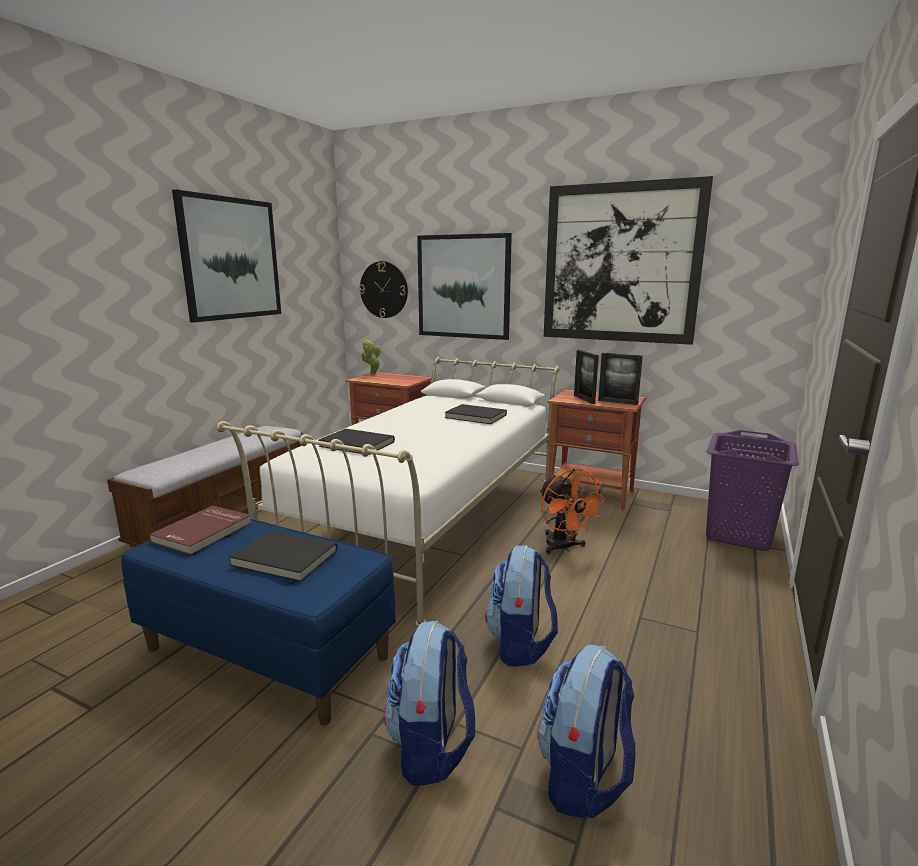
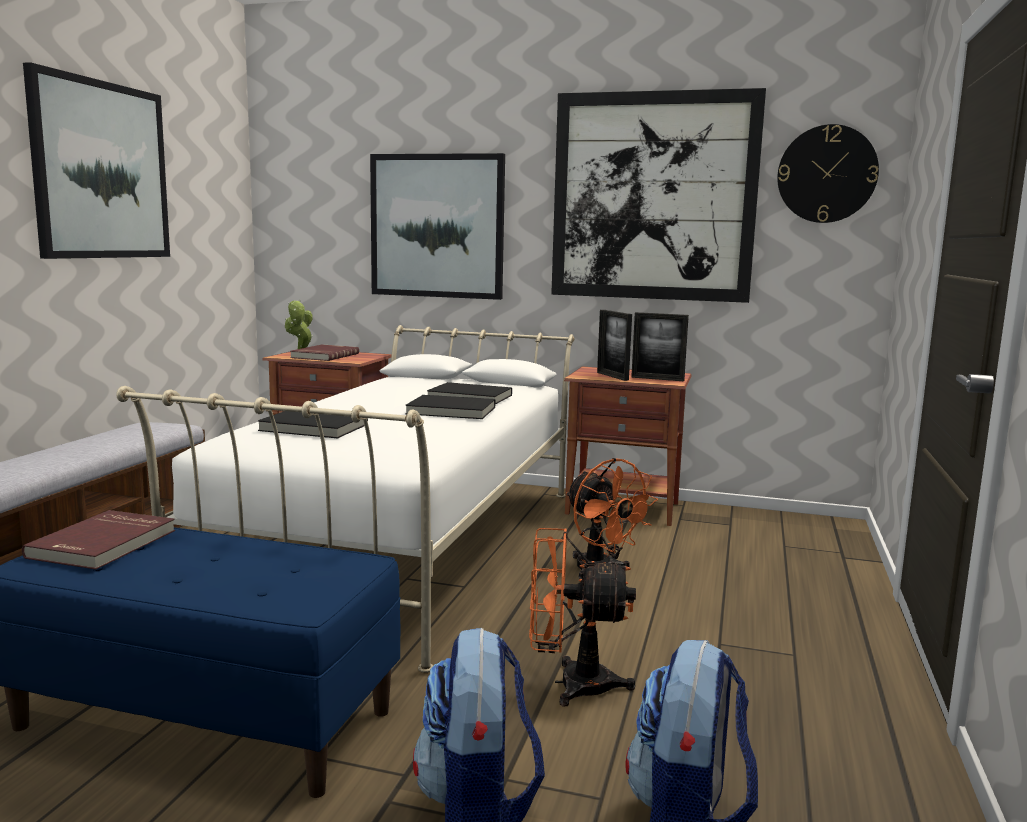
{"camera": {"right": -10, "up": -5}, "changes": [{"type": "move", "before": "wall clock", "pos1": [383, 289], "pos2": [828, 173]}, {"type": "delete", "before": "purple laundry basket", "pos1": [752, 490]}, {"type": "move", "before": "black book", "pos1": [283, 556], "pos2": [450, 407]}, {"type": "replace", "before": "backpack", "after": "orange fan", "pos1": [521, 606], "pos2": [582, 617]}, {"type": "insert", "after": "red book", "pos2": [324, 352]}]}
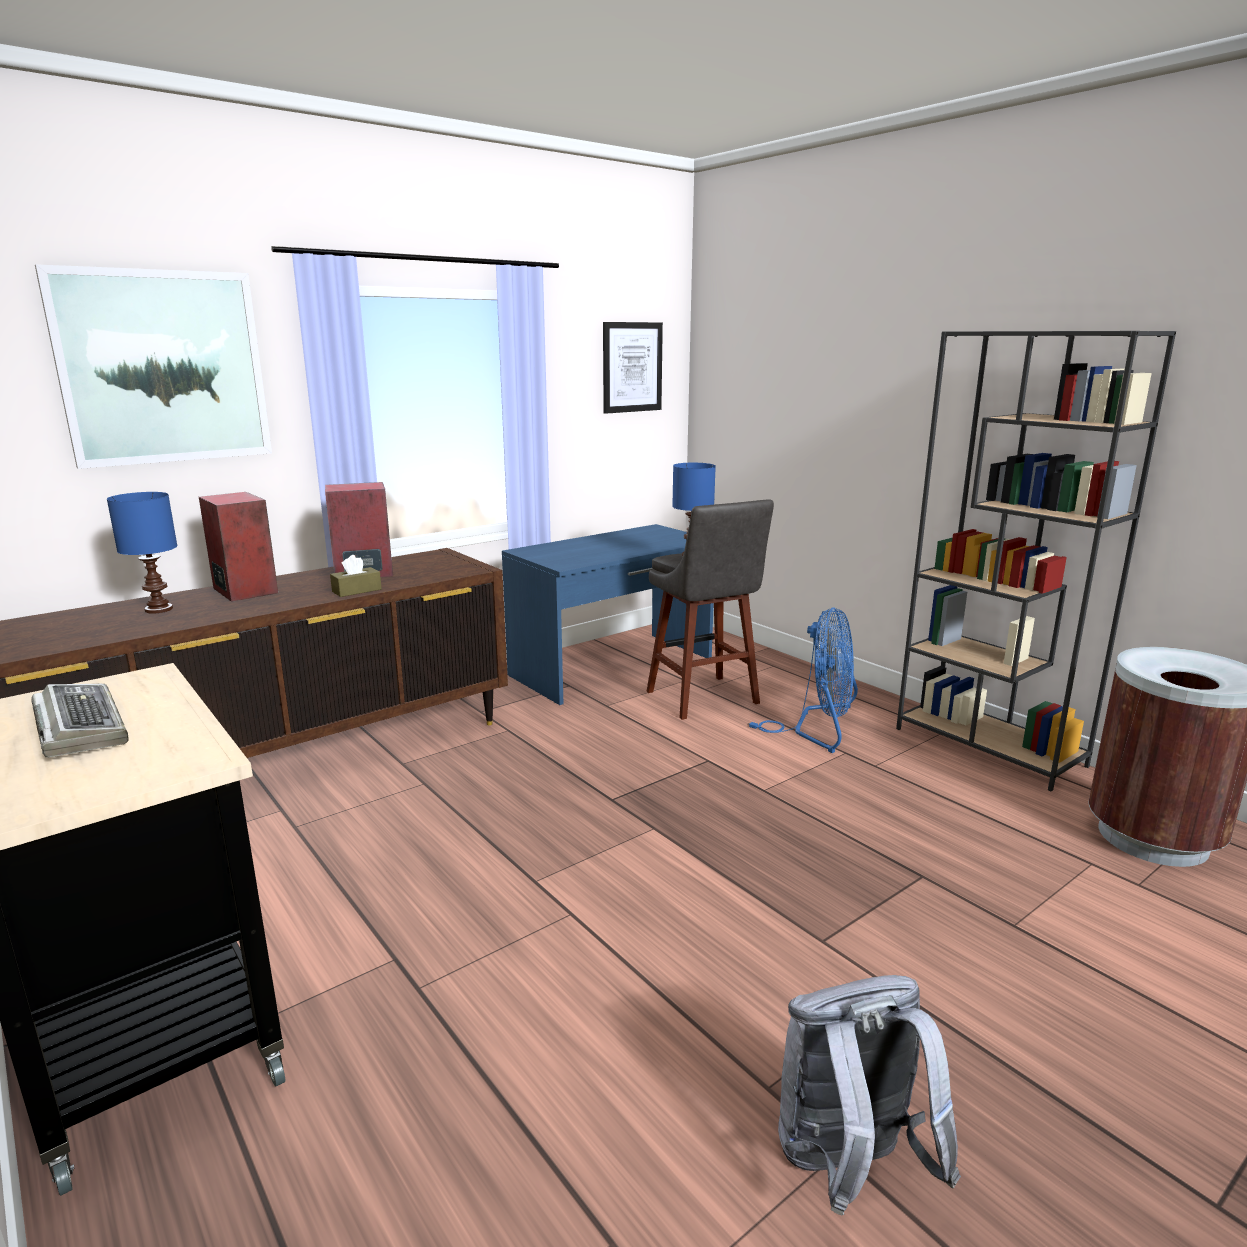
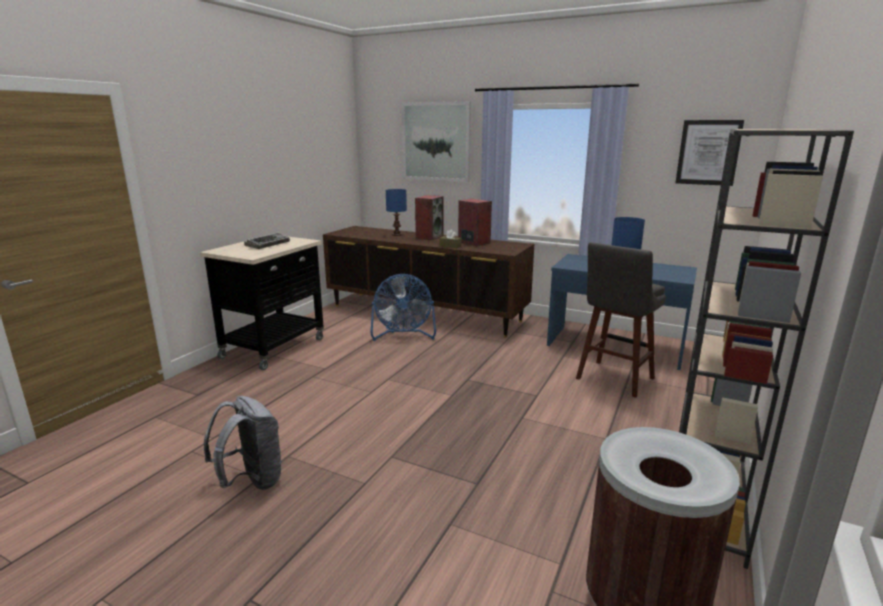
{"camera": {"right": 65, "up": 0}, "changes": [{"type": "move", "before": "blue fan", "pos1": [803, 680], "pos2": [403, 307]}]}
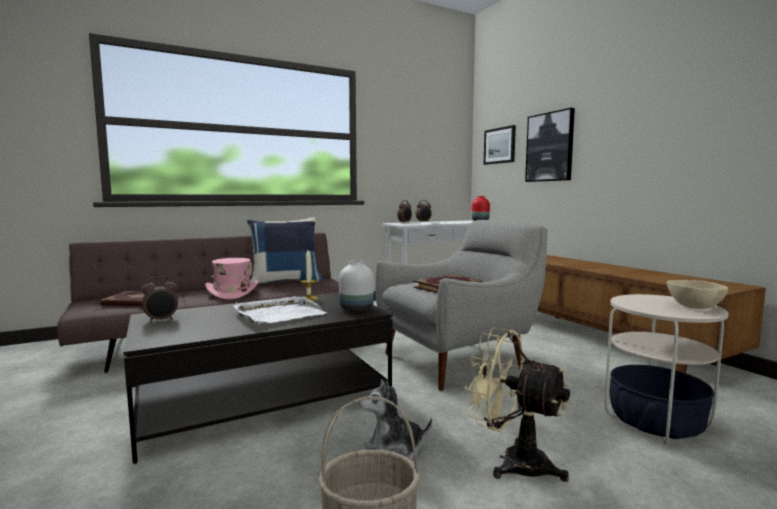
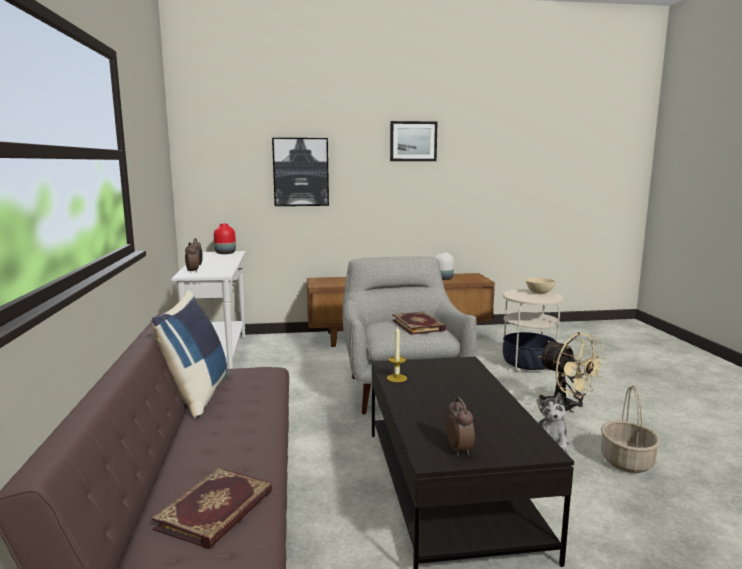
{"camera": {"right": -70, "up": 5}, "changes": [{"type": "move", "before": "picture", "pos1": [500, 145], "pos2": [414, 141]}, {"type": "delete", "before": "pink hat", "pos1": [231, 279]}, {"type": "move", "before": "white vase", "pos1": [356, 286], "pos2": [444, 265]}, {"type": "delete", "before": "white tray", "pos1": [280, 310]}, {"type": "rotate", "before": "beige fan", "pos1": [517, 405], "pos2": [572, 372], "turn": -90}]}
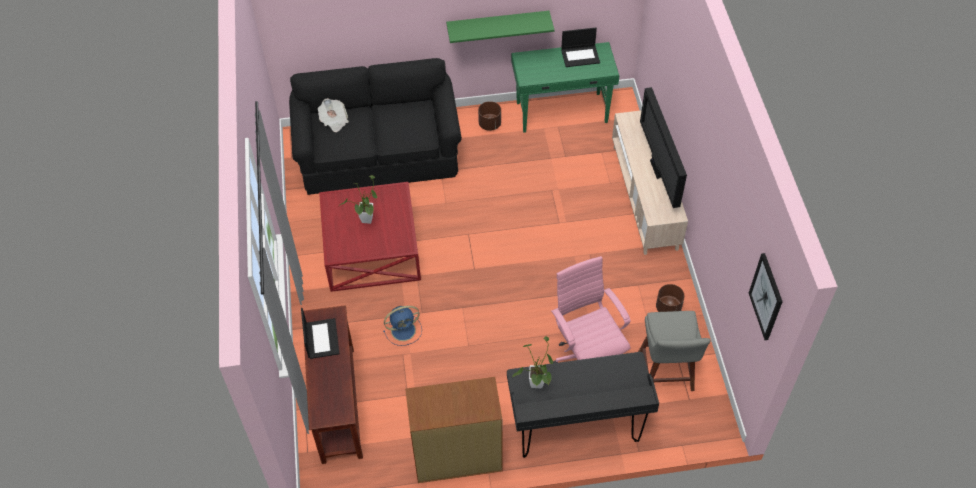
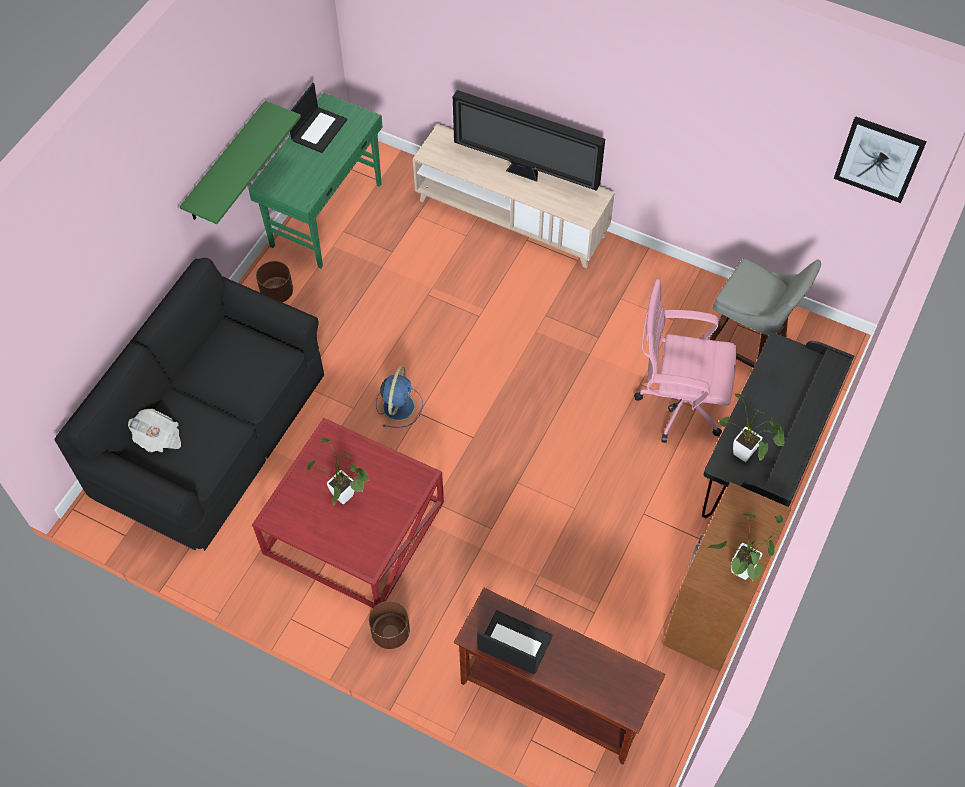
{"camera": {"right": -55, "up": 5}, "changes": [{"type": "move", "before": "brown planter", "pos1": [670, 298], "pos2": [389, 625]}, {"type": "move", "before": "blue fan", "pos1": [402, 326], "pos2": [399, 397]}, {"type": "insert", "after": "potted plant", "pos2": [745, 547]}]}
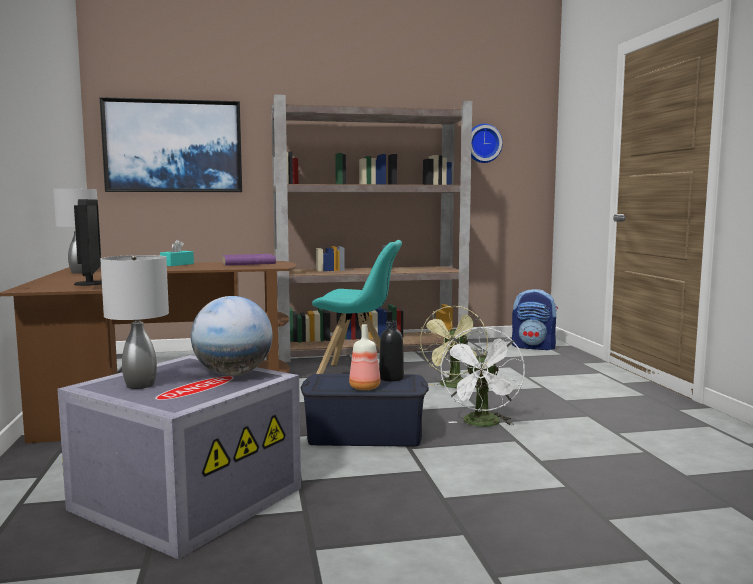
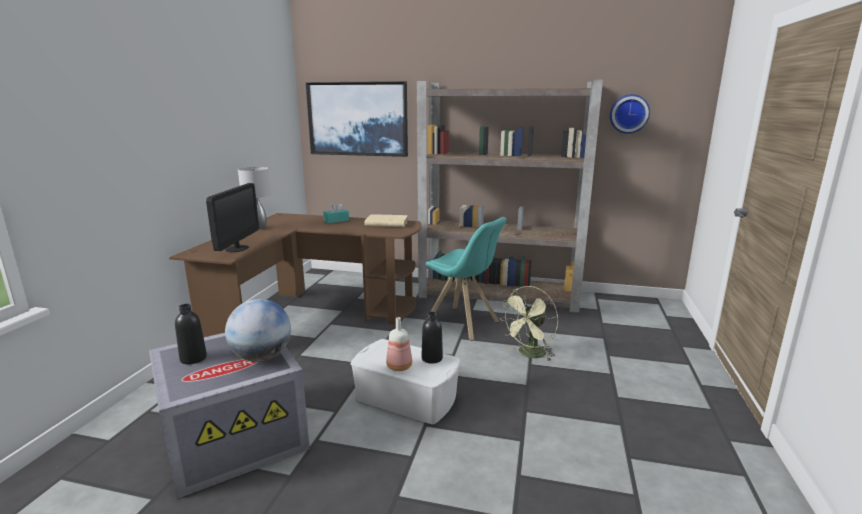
{"camera": {"right": 25, "up": 10}, "changes": [{"type": "recolor", "before": "purple book", "after": "beige book", "pos1": [249, 260], "pos2": [386, 220]}, {"type": "replace", "before": "grey table lamp", "after": "black bottle", "pos1": [134, 322], "pos2": [191, 334]}, {"type": "delete", "before": "backpack", "pos1": [535, 319]}, {"type": "delete", "before": "white fan", "pos1": [483, 376]}, {"type": "recolor", "before": "blue storage box", "after": "white storage box", "pos1": [365, 410], "pos2": [405, 381]}]}
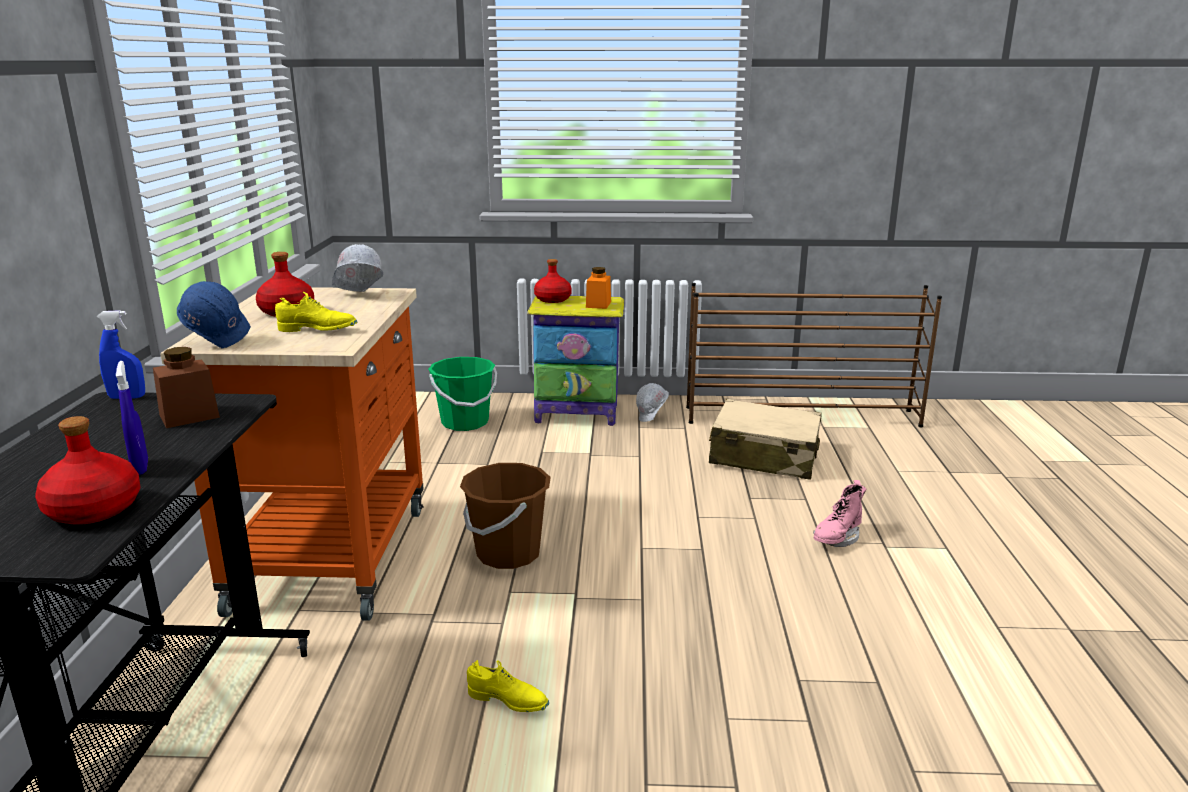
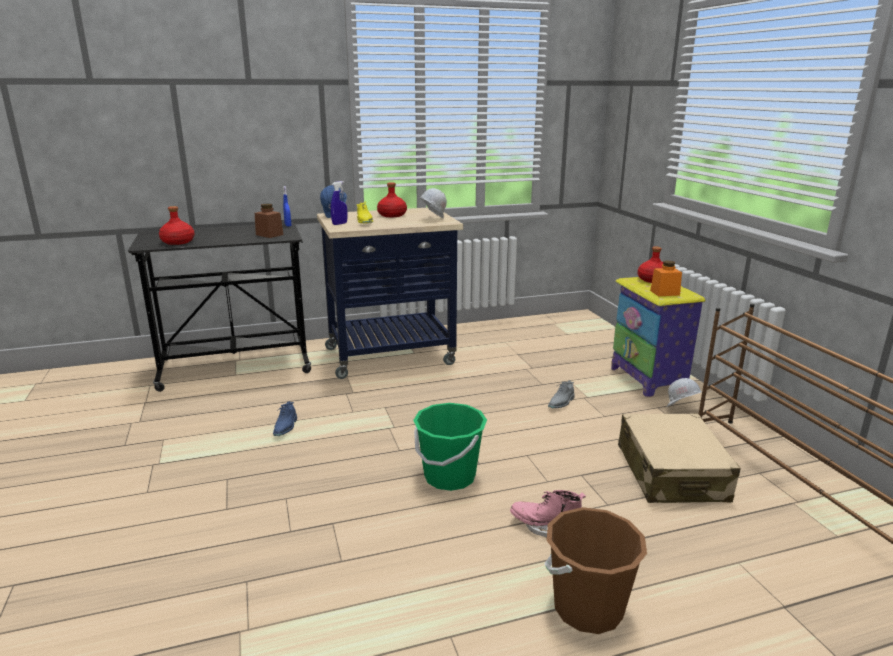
{"camera": {"right": 70, "up": 0}, "changes": [{"type": "recolor", "before": "orange cart", "after": "blue cart", "pos1": [292, 454], "pos2": [390, 293]}, {"type": "move", "before": "green bucket", "pos1": [462, 394], "pos2": [450, 447]}, {"type": "move", "before": "blue spray bottle", "pos1": [132, 418], "pos2": [339, 203]}, {"type": "move", "before": "brown bucket", "pos1": [505, 516], "pos2": [595, 570]}, {"type": "recolor", "before": "yellow shoe", "after": "blue shoe", "pos1": [508, 686], "pos2": [285, 418]}, {"type": "insert", "after": "grey shoe", "pos2": [561, 394]}]}
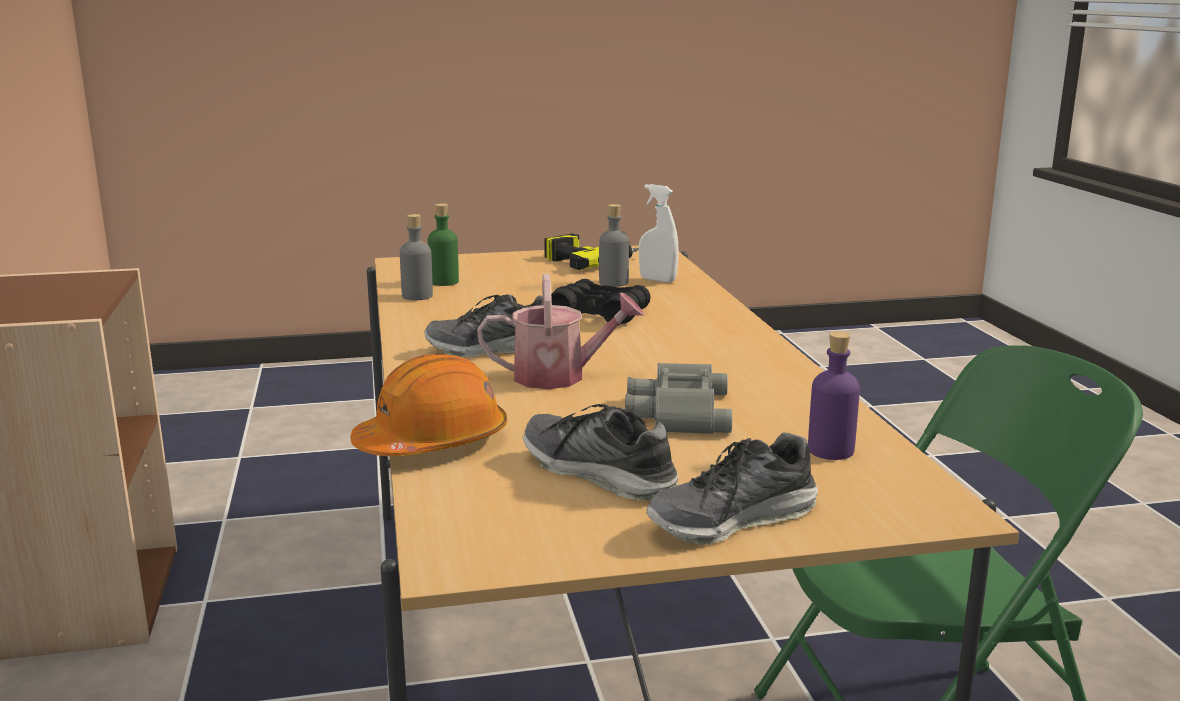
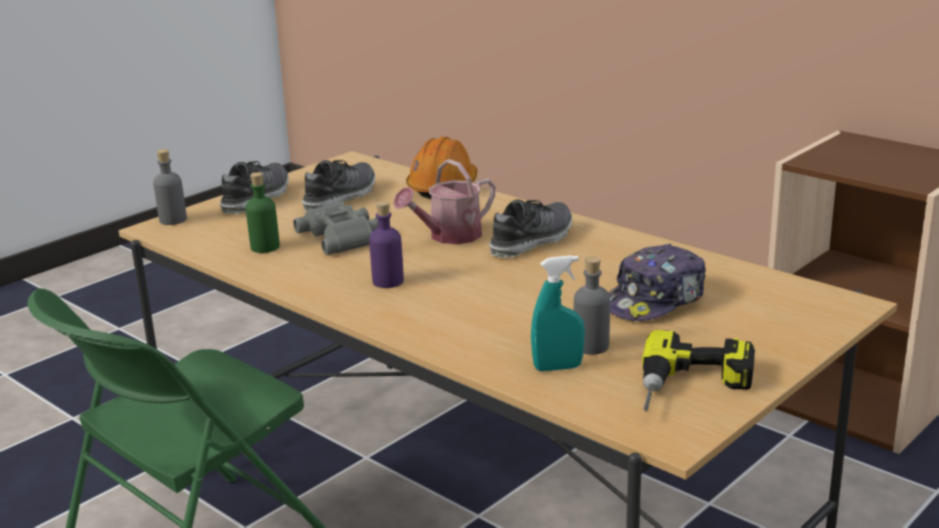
{"camera": {"right": 145, "up": 5}, "changes": [{"type": "recolor", "before": "white spray bottle", "after": "turquoise spray bottle", "pos1": [659, 233], "pos2": [558, 313]}, {"type": "move", "before": "green bottle", "pos1": [443, 245], "pos2": [263, 212]}, {"type": "move", "before": "grey bottle", "pos1": [416, 257], "pos2": [170, 187]}, {"type": "delete", "before": "black binoculars", "pos1": [601, 302]}, {"type": "move", "before": "purple bottle", "pos1": [834, 395], "pos2": [386, 244]}, {"type": "rotate", "before": "shoe", "pos1": [600, 452], "pos2": [339, 185], "turn": -60}, {"type": "insert", "after": "cap", "pos2": [657, 282]}]}
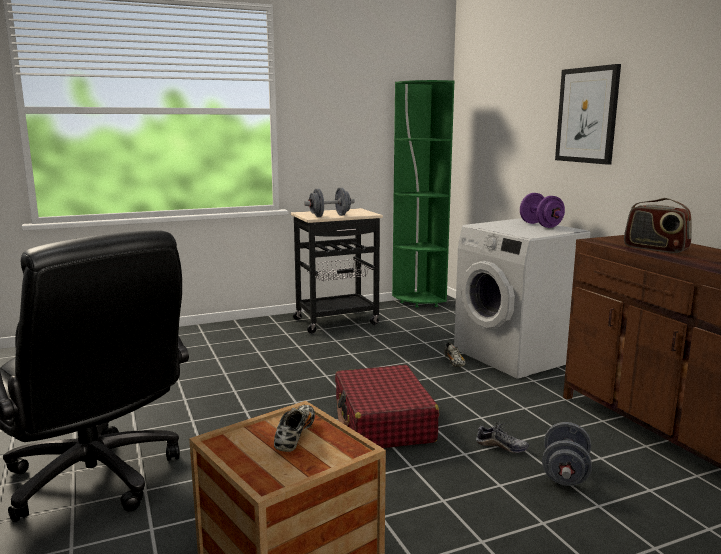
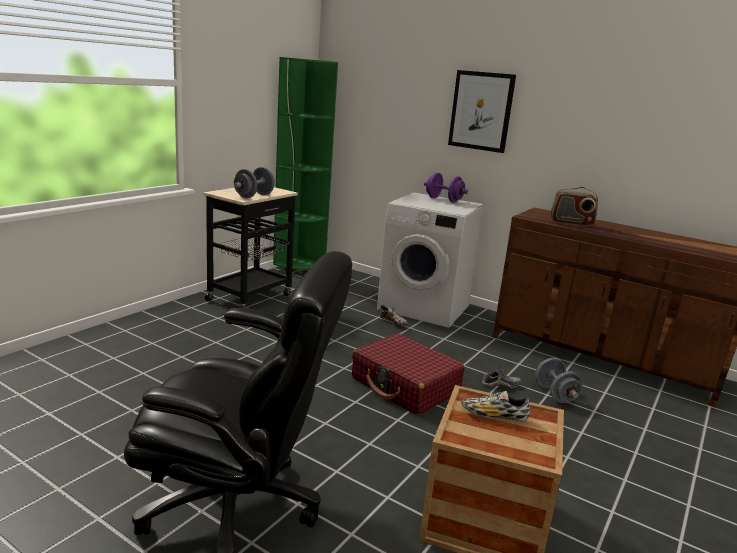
{"camera": {"right": -35, "up": 5}, "changes": [{"type": "rotate", "before": "shoe", "pos1": [294, 428], "pos2": [495, 406], "turn": -60}]}
